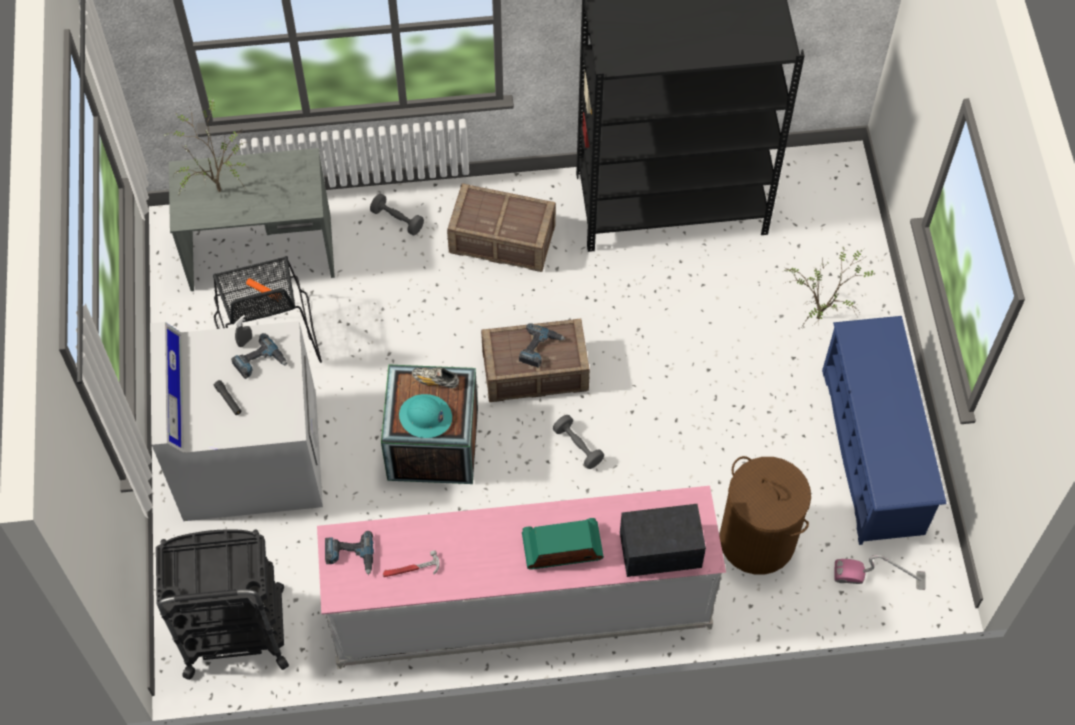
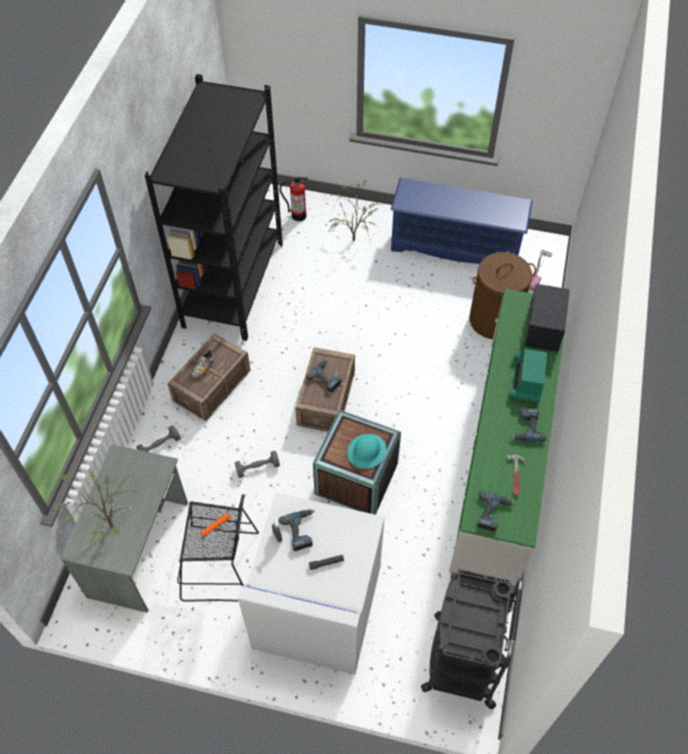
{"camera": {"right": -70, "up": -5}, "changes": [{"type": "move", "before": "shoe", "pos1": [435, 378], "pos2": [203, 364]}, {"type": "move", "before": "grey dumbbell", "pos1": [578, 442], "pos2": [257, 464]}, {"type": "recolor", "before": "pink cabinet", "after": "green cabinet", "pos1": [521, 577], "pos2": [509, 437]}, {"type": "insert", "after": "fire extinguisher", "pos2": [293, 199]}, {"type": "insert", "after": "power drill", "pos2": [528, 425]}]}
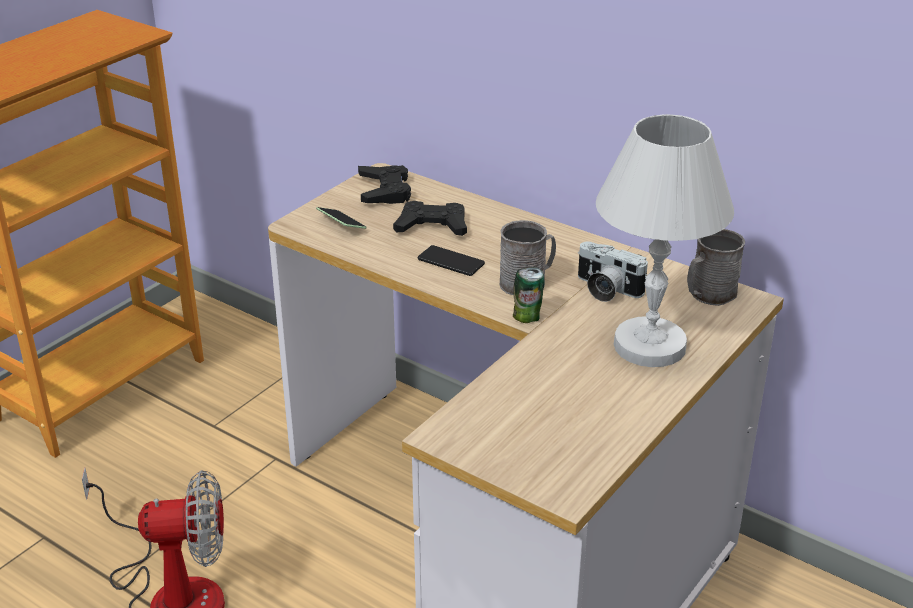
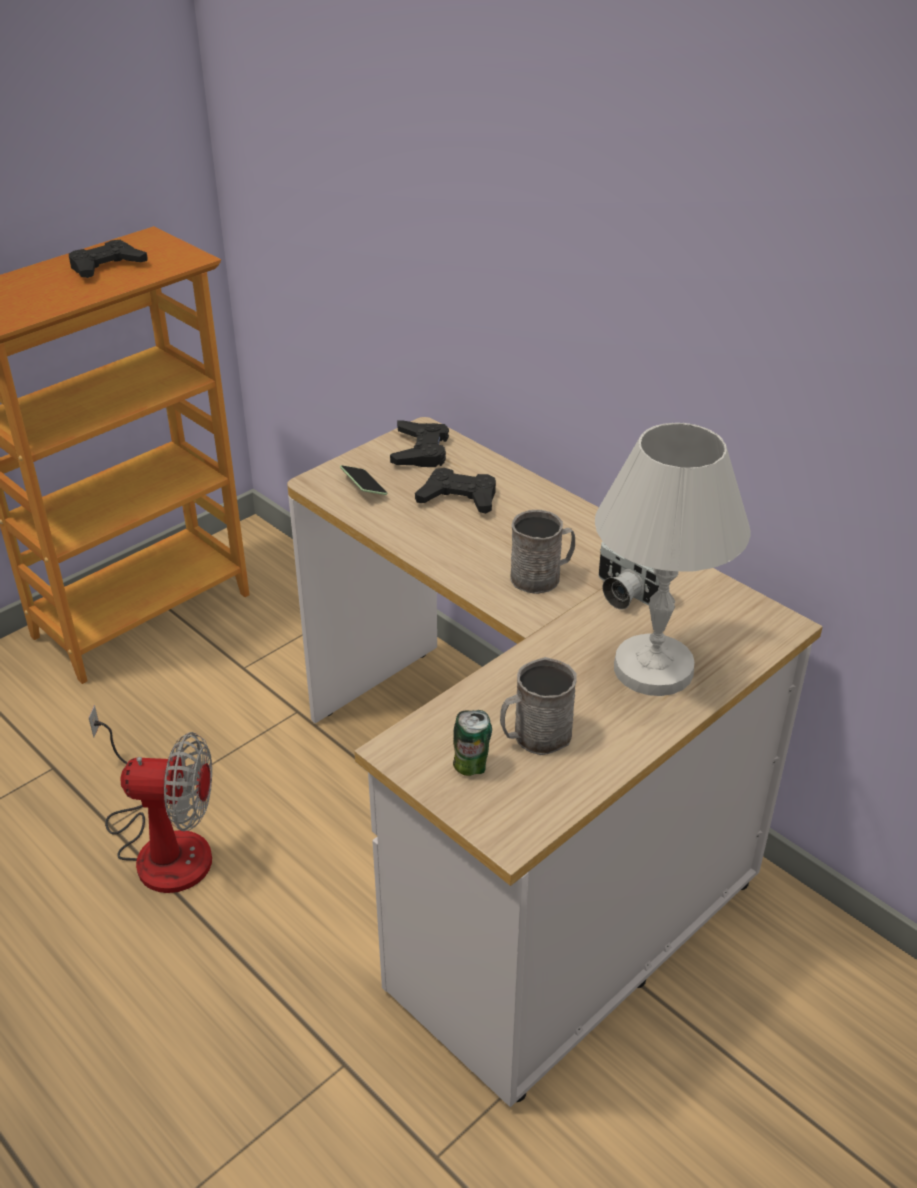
{"camera": {"right": 10, "up": 5}, "changes": [{"type": "move", "before": "grey mug", "pos1": [716, 267], "pos2": [538, 706]}, {"type": "delete", "before": "phone", "pos1": [451, 260]}, {"type": "move", "before": "can", "pos1": [529, 295], "pos2": [472, 743]}, {"type": "insert", "after": "black game controller", "pos2": [108, 259]}]}
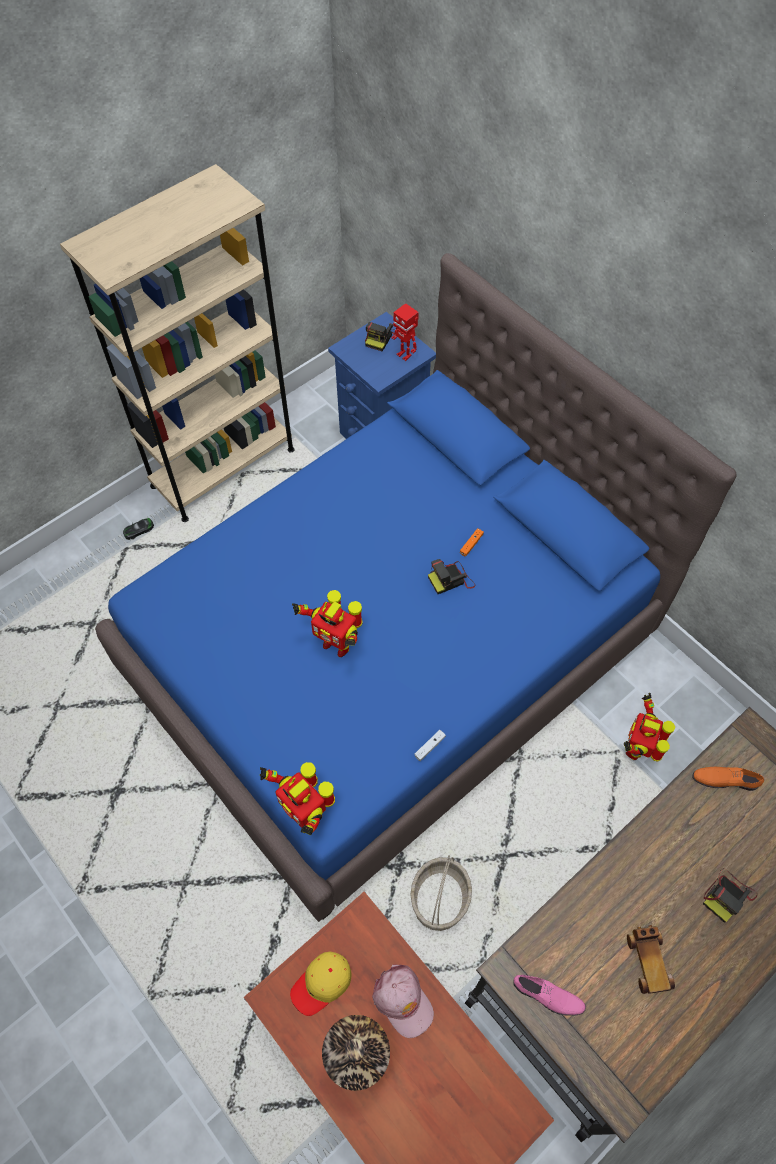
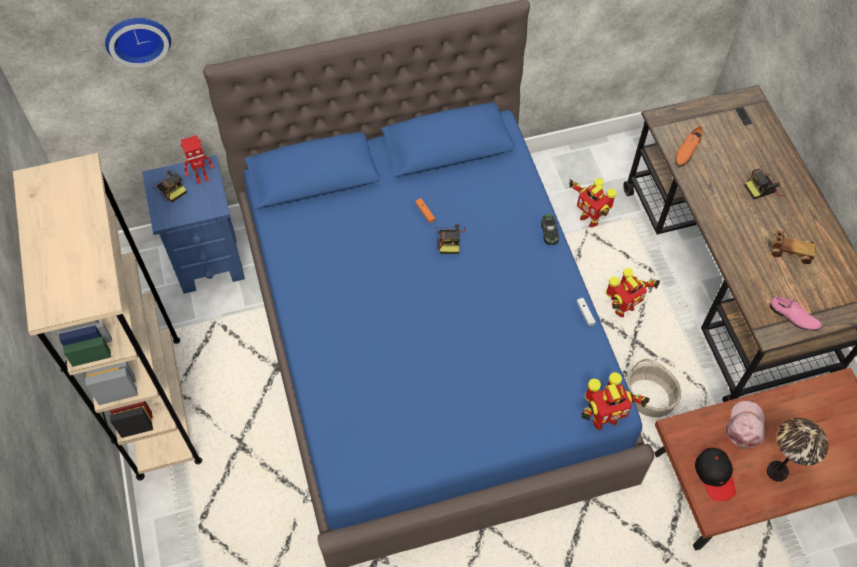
{"camera": {"right": -65, "up": 0}, "changes": [{"type": "move", "before": "toy car", "pos1": [138, 529], "pos2": [550, 229]}, {"type": "move", "before": "toy robot", "pos1": [327, 623], "pos2": [633, 292]}, {"type": "rotate", "before": "photo camera", "pos1": [730, 896], "pos2": [764, 184], "turn": 90}, {"type": "recolor", "before": "yellow cap", "after": "black cap", "pos1": [321, 984], "pos2": [715, 474]}, {"type": "rotate", "before": "pink cap", "pos1": [403, 1001], "pos2": [745, 425], "turn": -60}, {"type": "rotate", "before": "pink shoe", "pos1": [549, 995], "pos2": [796, 314], "turn": 75}, {"type": "insert", "after": "wall clock", "pos2": [138, 42]}]}
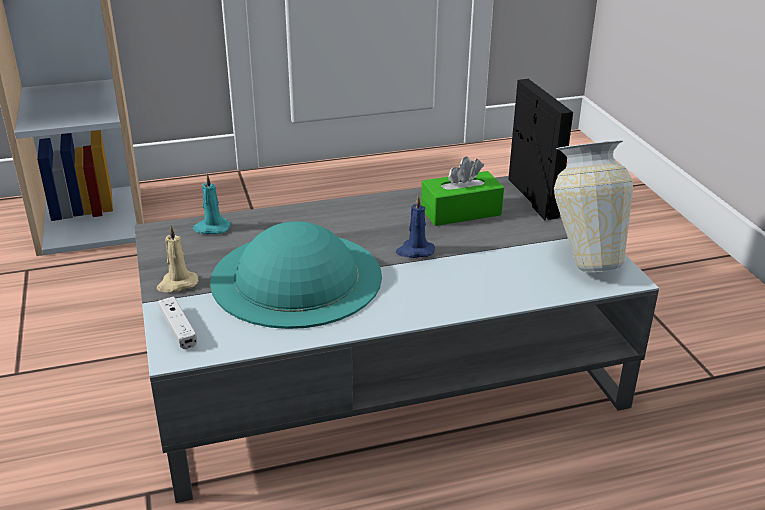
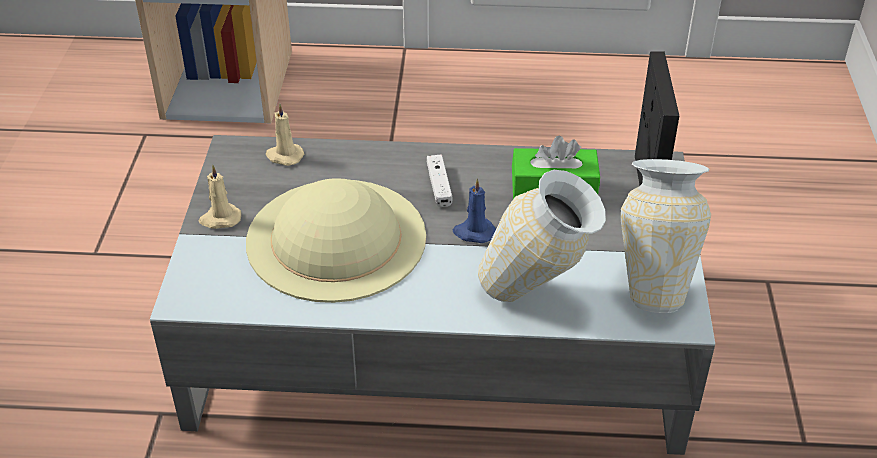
{"camera": {"right": 20, "up": 10}, "changes": [{"type": "recolor", "before": "turquoise candle", "after": "beige candle", "pos1": [212, 204], "pos2": [285, 134]}, {"type": "recolor", "before": "turquoise hat", "after": "beige hat", "pos1": [296, 275], "pos2": [336, 240]}, {"type": "move", "before": "white game controller", "pos1": [177, 322], "pos2": [439, 181]}, {"type": "insert", "after": "vase", "pos2": [542, 236]}]}
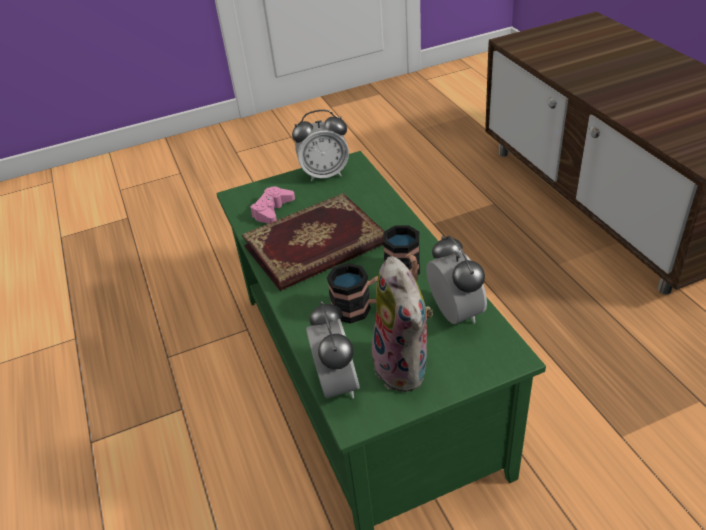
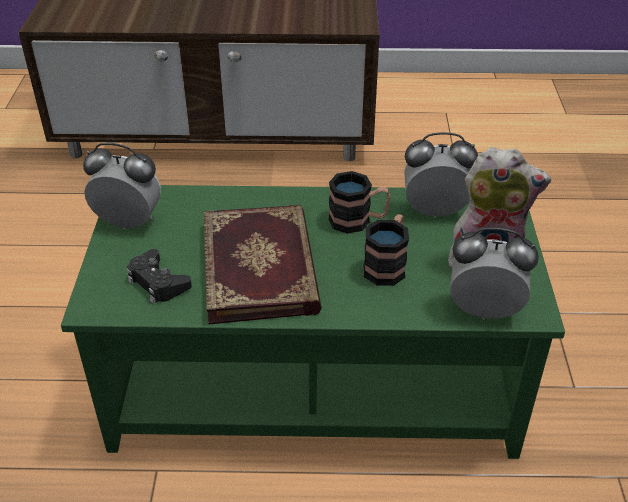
{"camera": {"right": -70, "up": 0}, "changes": [{"type": "rotate", "before": "alarm clock", "pos1": [320, 146], "pos2": [122, 186], "turn": -90}, {"type": "recolor", "before": "pink game controller", "after": "black game controller", "pos1": [272, 205], "pos2": [159, 276]}]}
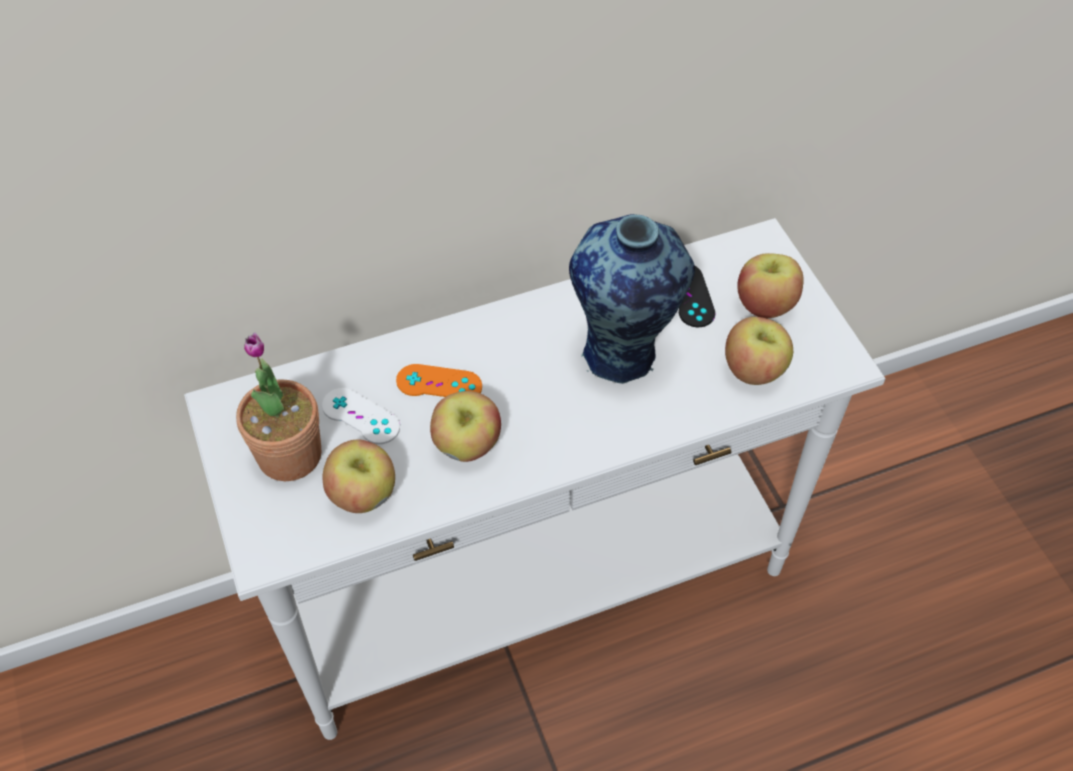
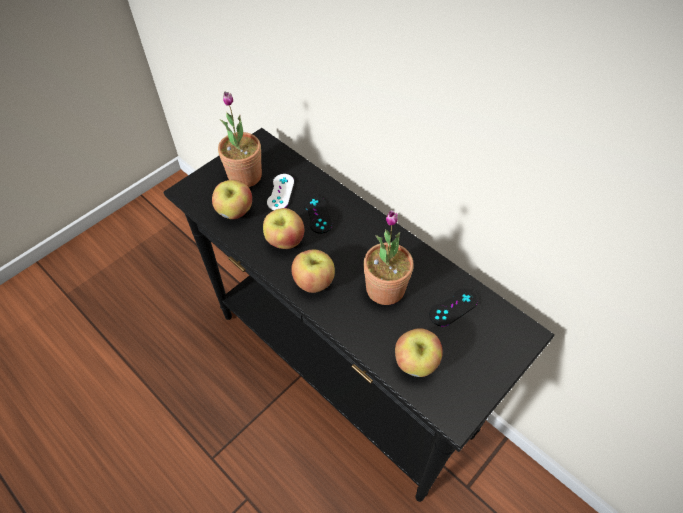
{"camera": {"right": 65, "up": 0}, "changes": [{"type": "replace", "before": "vase", "after": "potted plant", "pos1": [632, 299], "pos2": [388, 257]}, {"type": "recolor", "before": "white console table", "after": "black console table", "pos1": [535, 479], "pos2": [359, 315]}, {"type": "move", "before": "apple", "pos1": [770, 285], "pos2": [313, 271]}, {"type": "recolor", "before": "orange game controller", "after": "black game controller", "pos1": [439, 380], "pos2": [318, 214]}]}
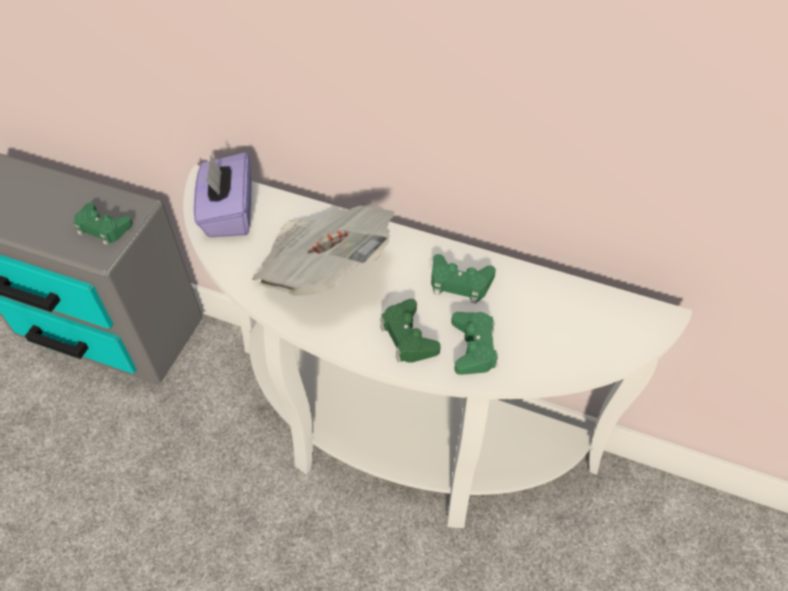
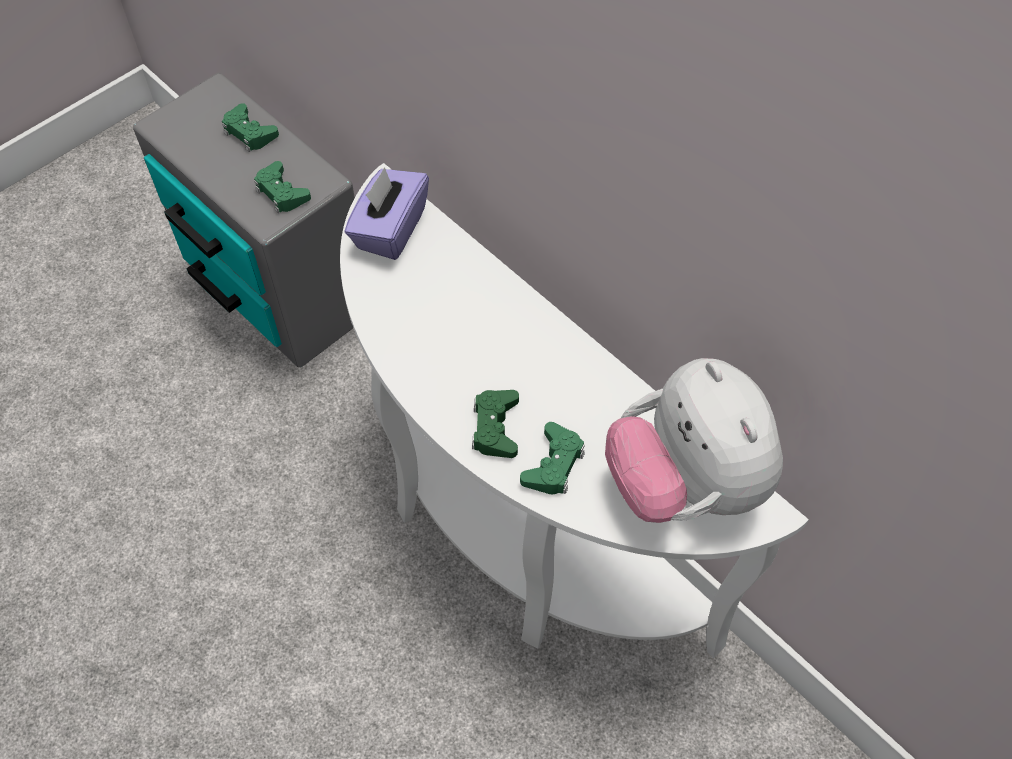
{"camera": {"right": 25, "up": 5}, "changes": [{"type": "delete", "before": "newspaper", "pos1": [323, 250]}, {"type": "move", "before": "green game controller", "pos1": [463, 279], "pos2": [250, 127]}, {"type": "insert", "after": "plush toy", "pos2": [694, 440]}]}
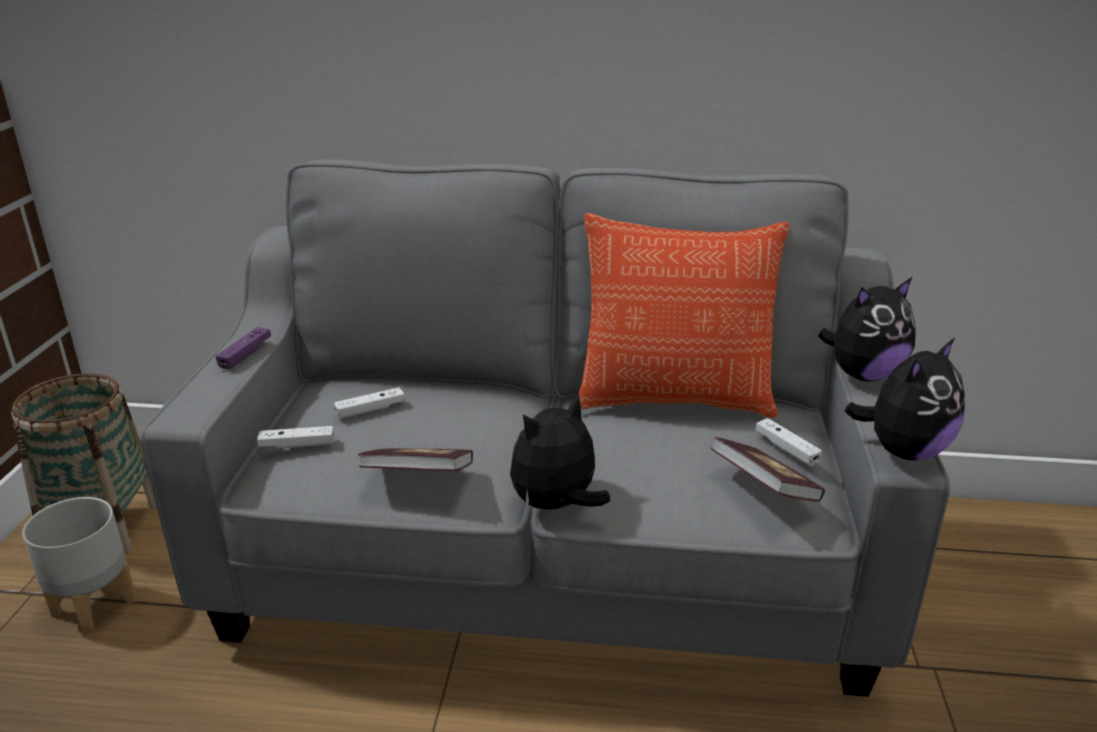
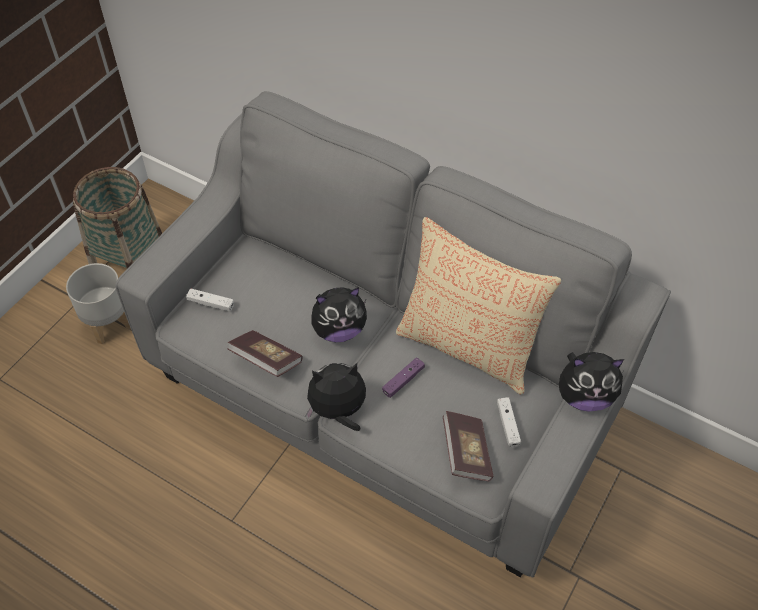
{"camera": {"right": 25, "up": 25}, "changes": [{"type": "recolor", "before": "orange pillow", "after": "beige pillow", "pos1": [684, 315], "pos2": [478, 305]}, {"type": "move", "before": "purple game controller", "pos1": [243, 348], "pos2": [403, 377]}, {"type": "move", "before": "plush toy", "pos1": [905, 398], "pos2": [339, 314]}, {"type": "delete", "before": "white game controller", "pos1": [369, 403]}]}
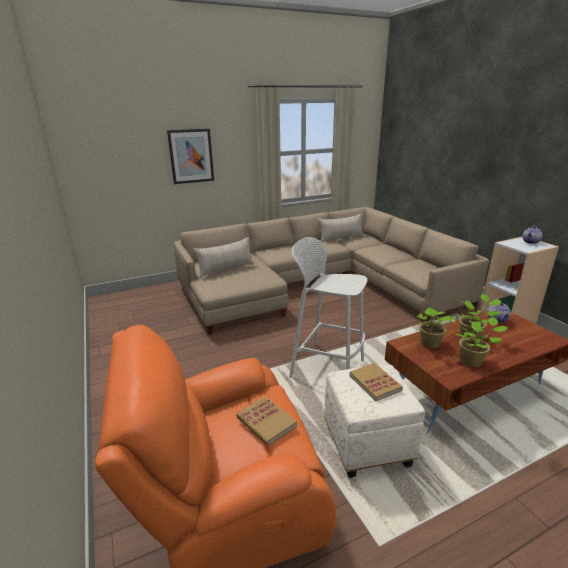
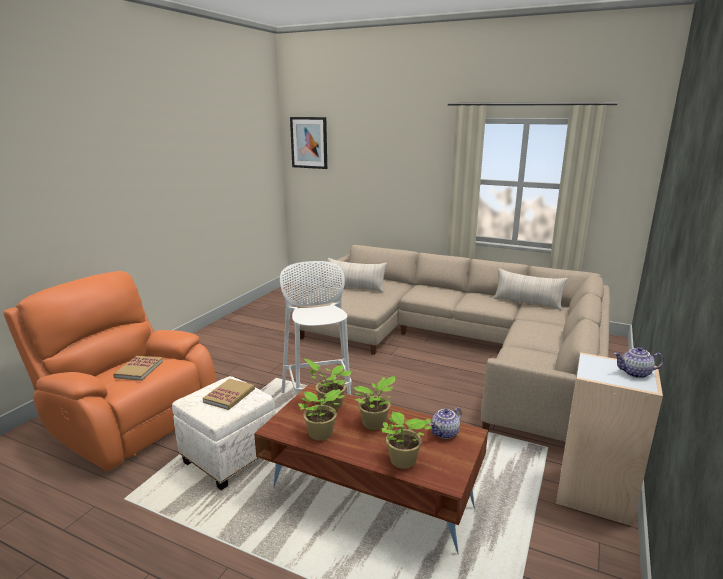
{"camera": {"right": 50, "up": -5}, "changes": [{"type": "move", "before": "picture", "pos1": [190, 156], "pos2": [308, 143]}, {"type": "insert", "after": "potted plant", "pos2": [407, 440]}]}
